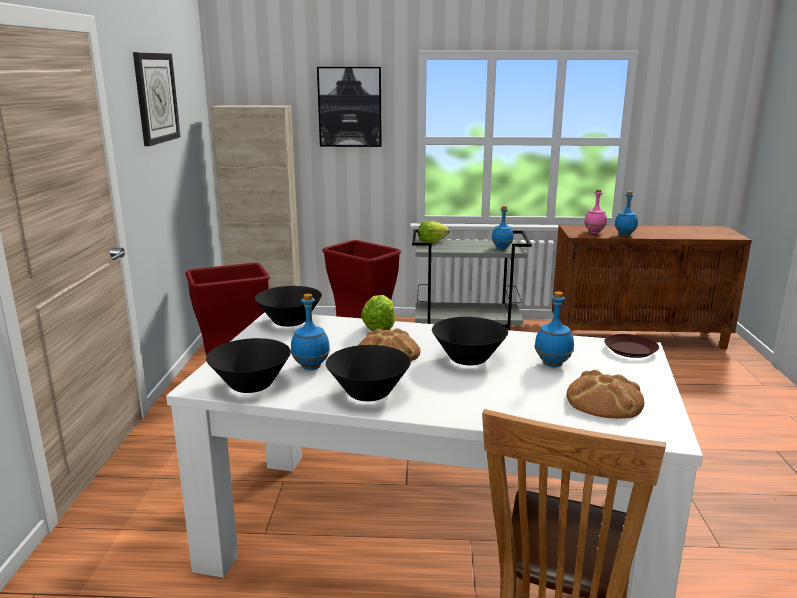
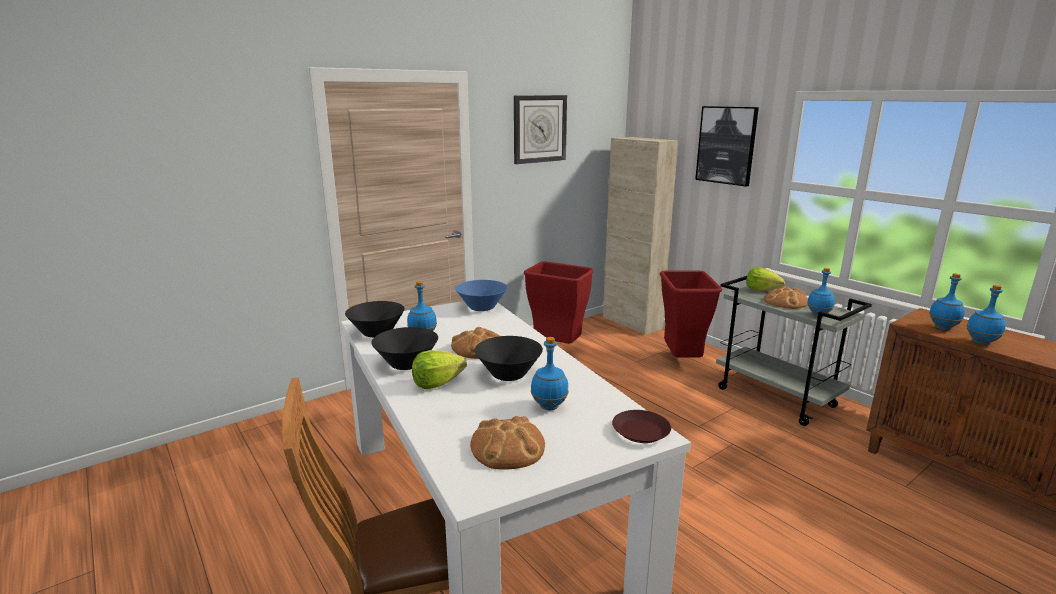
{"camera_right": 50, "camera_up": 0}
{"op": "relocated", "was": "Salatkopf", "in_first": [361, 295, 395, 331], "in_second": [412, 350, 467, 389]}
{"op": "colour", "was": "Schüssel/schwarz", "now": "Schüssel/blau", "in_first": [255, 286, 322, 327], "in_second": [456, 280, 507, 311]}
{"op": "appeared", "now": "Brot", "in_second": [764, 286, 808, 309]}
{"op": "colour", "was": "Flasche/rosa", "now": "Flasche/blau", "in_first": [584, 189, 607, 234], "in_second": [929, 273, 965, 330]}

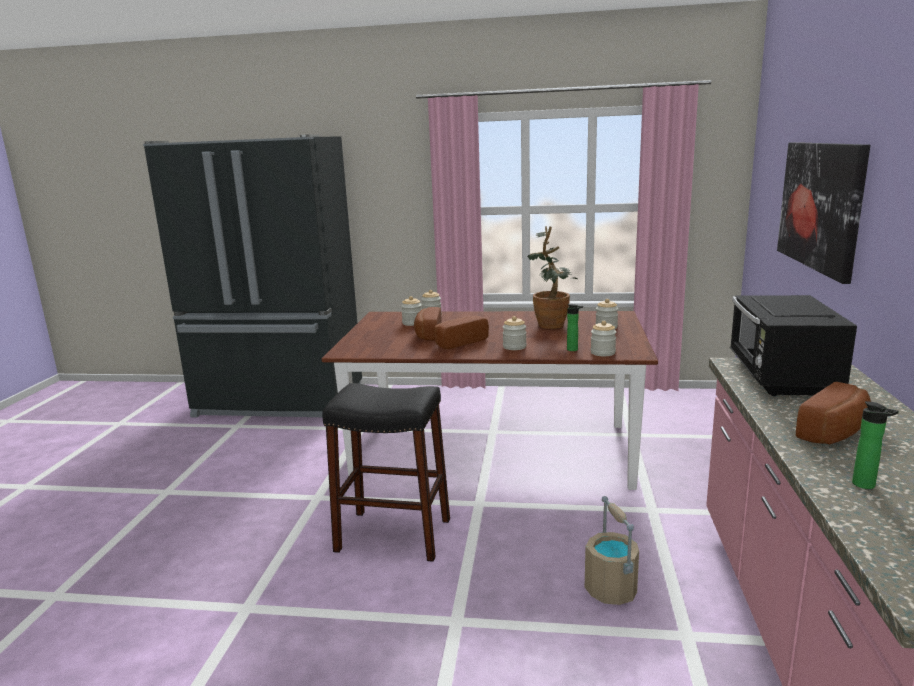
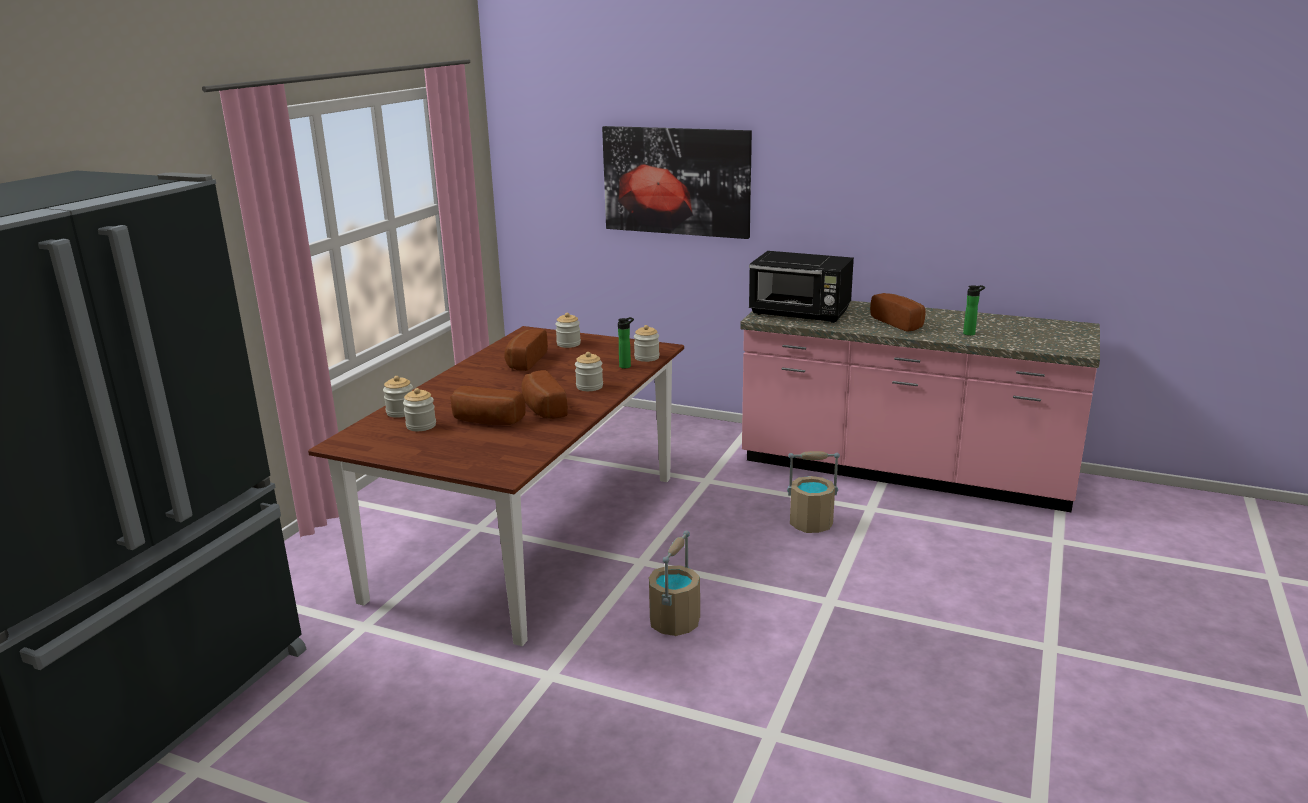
{"camera_right": -75, "camera_up": 5}
{"op": "exchanged", "was": "Topfpflanze", "now": "Brot", "in_first": [527, 226, 577, 329], "in_second": [504, 329, 548, 371]}
{"op": "exchanged", "was": "Hocker/schwarz", "now": "Eimer/beige", "in_first": [322, 383, 450, 562], "in_second": [649, 531, 700, 636]}

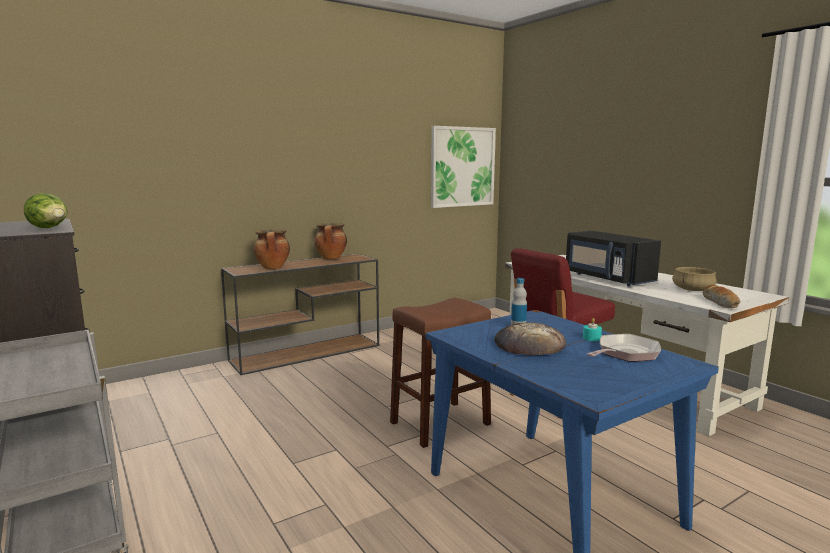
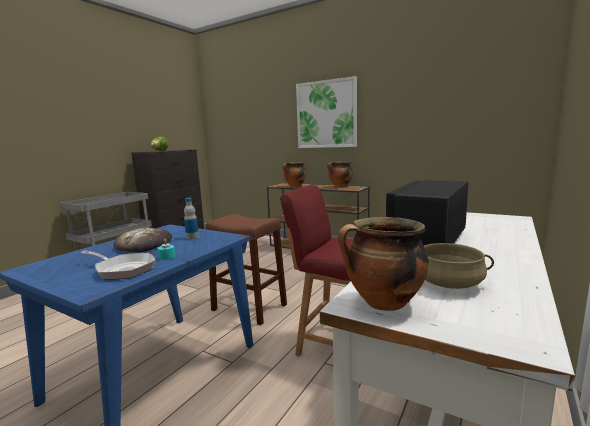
{"camera_right": 65, "camera_up": 0}
{"op": "relocated", "was": "Bild", "in_first": [431, 126, 496, 208], "in_second": [296, 76, 357, 148]}
{"op": "exchanged", "was": "Brot", "now": "Kochtopf", "in_first": [703, 285, 740, 308], "in_second": [338, 217, 428, 311]}

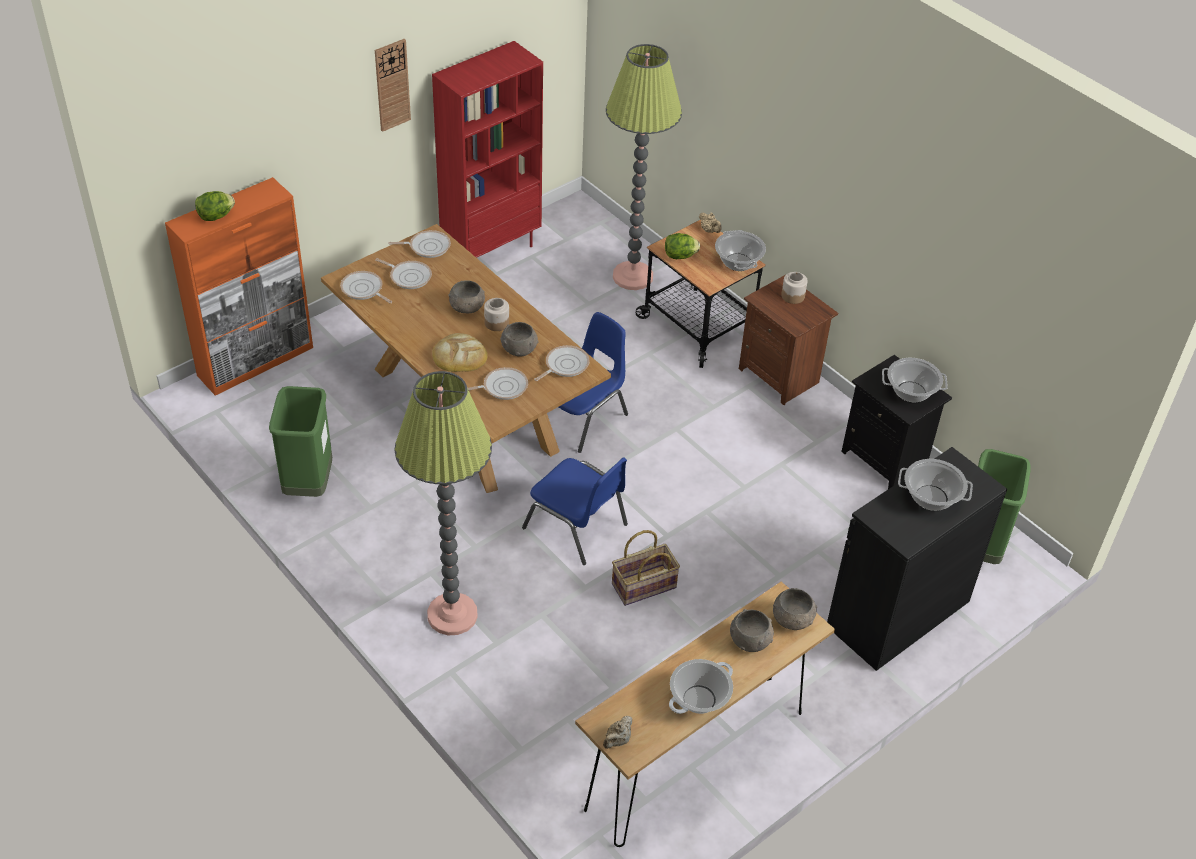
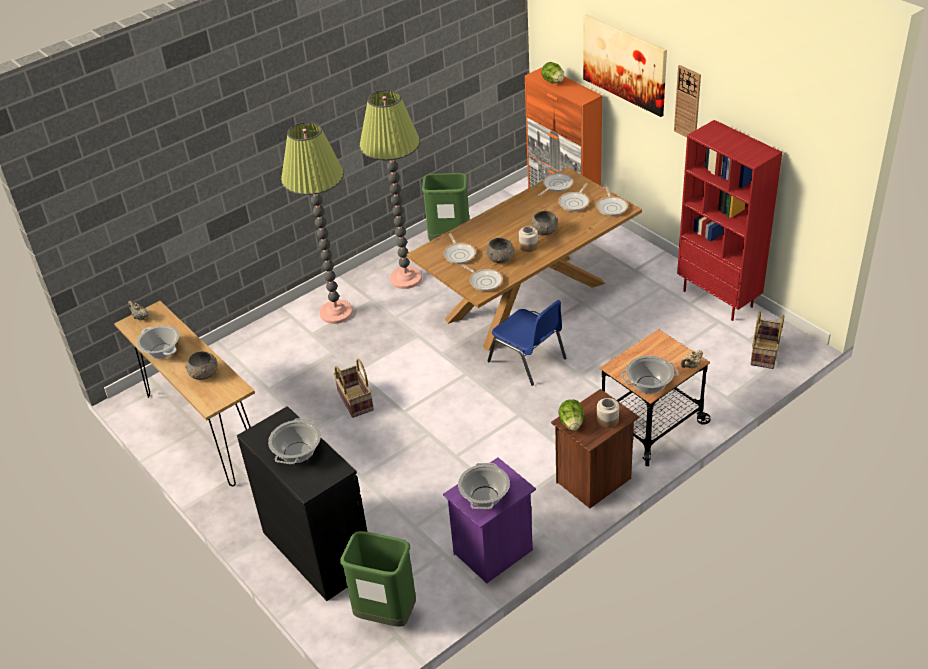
{"camera_right": 95, "camera_up": -5}
{"op": "relocated", "was": "Stehlampe", "in_first": [606, 44, 682, 290], "in_second": [359, 90, 422, 289]}
{"op": "colour", "was": "Nachttisch/schwarz", "now": "Nachttisch/lila", "in_first": [841, 355, 952, 489], "in_second": [443, 457, 536, 583]}
{"op": "relocated", "was": "Salatkopf", "in_first": [665, 233, 700, 259], "in_second": [558, 399, 584, 431]}
{"op": "appeared", "now": "Bild", "in_second": [583, 14, 667, 117]}
{"op": "appeared", "now": "Korb", "in_second": [750, 311, 784, 369]}
{"op": "missing", "was": "Brot", "in_first": [432, 333, 488, 372]}
{"op": "missing", "was": "Stuhl/blau", "in_first": [522, 458, 628, 565]}
{"op": "missing", "was": "Schüssel/grau", "in_first": [773, 588, 817, 630]}

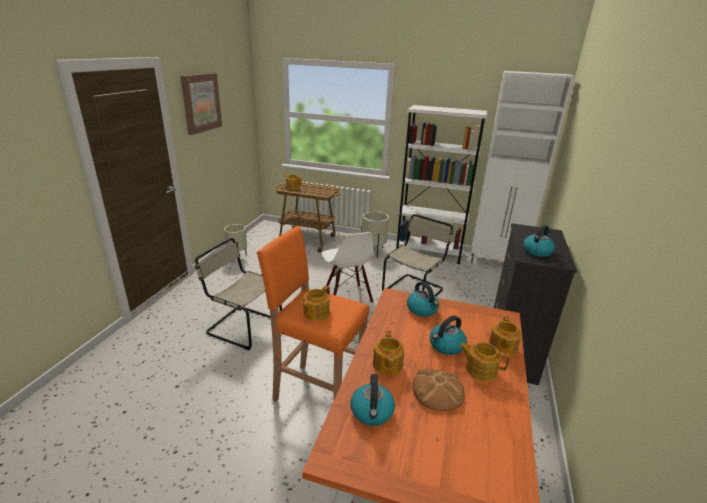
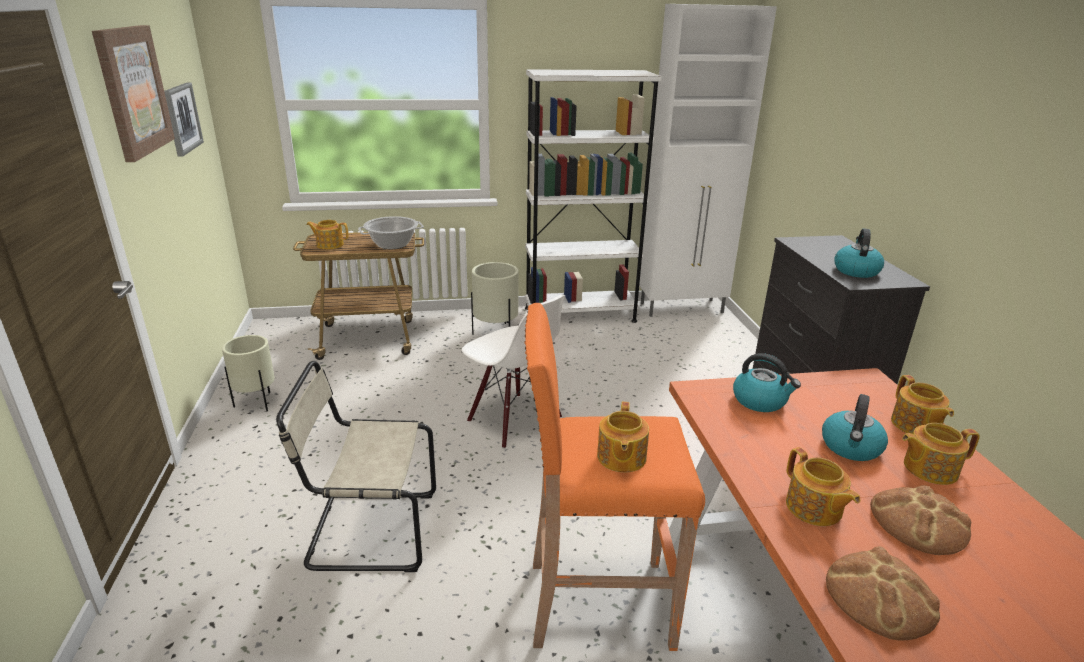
{"camera_right": -25, "camera_up": 0}
{"op": "appeared", "now": "Bild", "in_second": [164, 83, 204, 157]}
{"op": "appeared", "now": "Kochtopf", "in_second": [358, 216, 424, 249]}
{"op": "exchanged", "was": "Wasserkessel", "now": "Brot", "in_first": [350, 374, 395, 426], "in_second": [826, 546, 940, 641]}
{"op": "missing", "was": "Stuhl/beige", "in_first": [382, 214, 453, 296]}

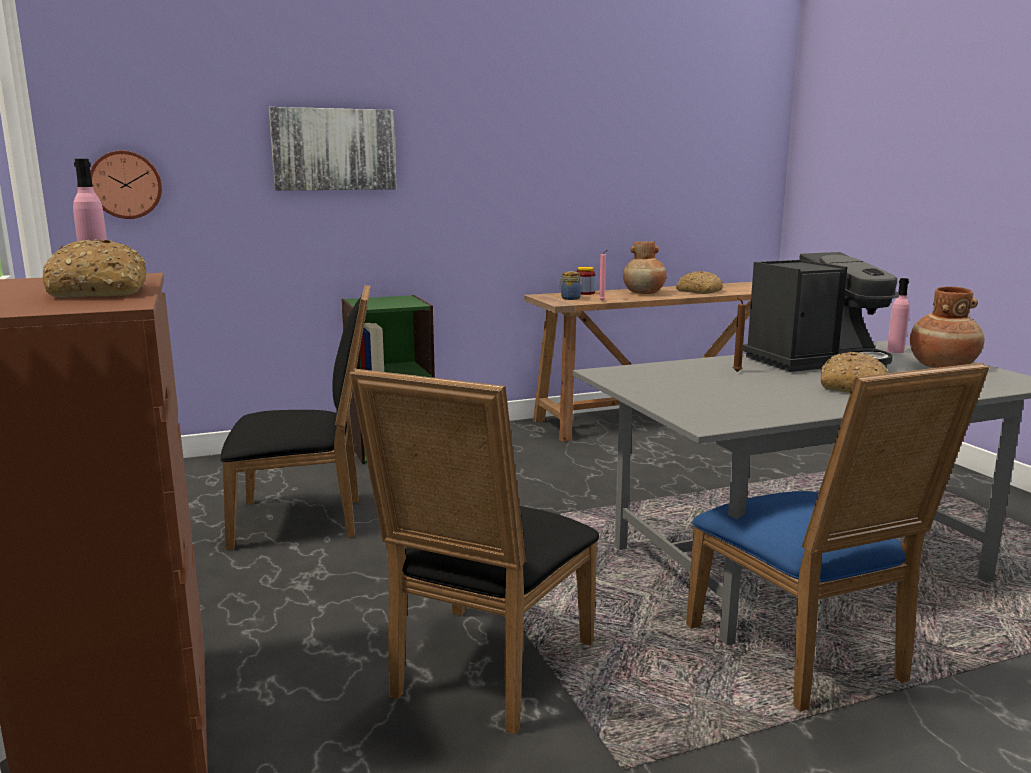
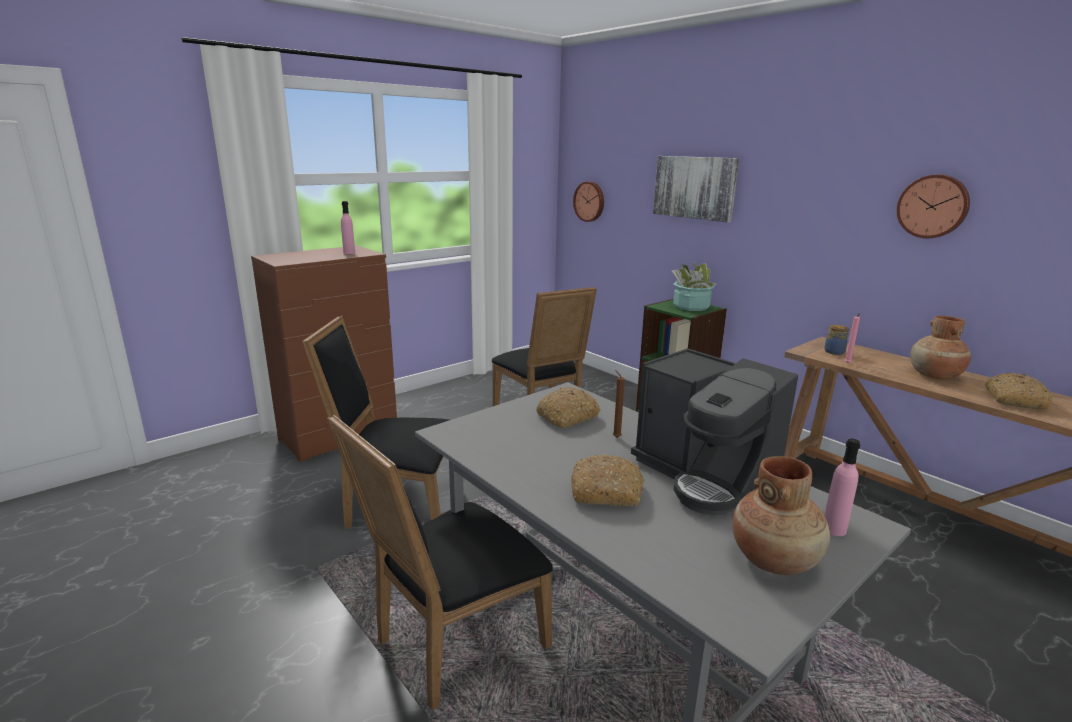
{"camera_right": 70, "camera_up": 5}
{"op": "colour", "was": "Stuhl/blau", "now": "Stuhl/schwarz", "in_first": [686, 363, 990, 712], "in_second": [327, 415, 553, 710]}
{"op": "relocated", "was": "Brot", "in_first": [43, 239, 146, 297], "in_second": [536, 387, 600, 428]}
{"op": "appeared", "now": "Topfpflanze", "in_second": [672, 262, 717, 311]}
{"op": "appeared", "now": "Wanduhr", "in_second": [897, 175, 970, 238]}
{"op": "missing", "was": "Vorratsglas", "in_first": [577, 267, 596, 295]}

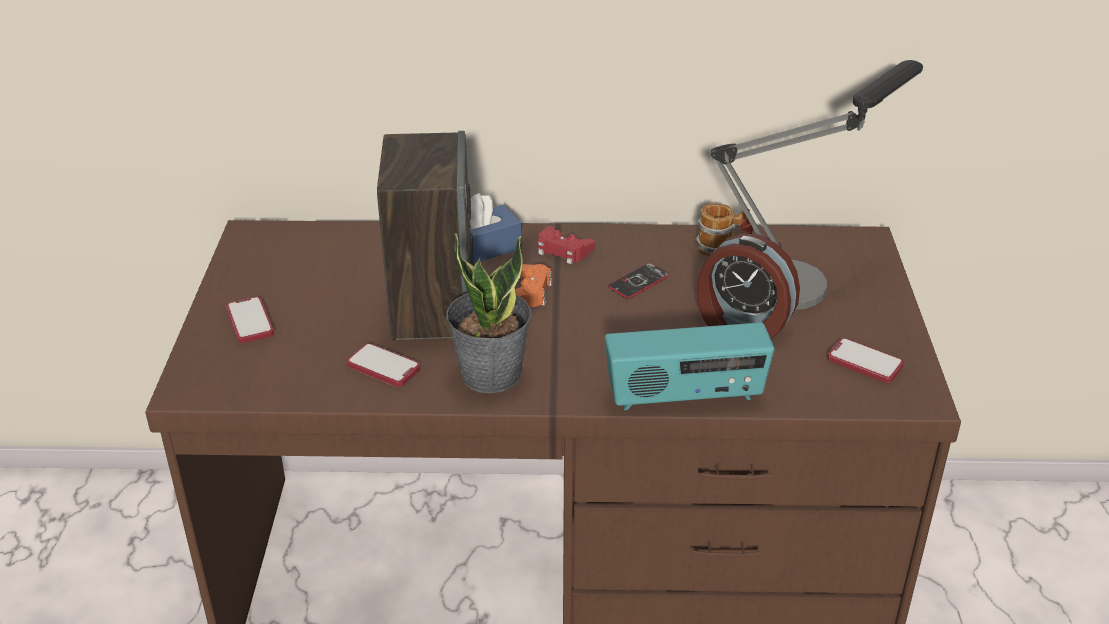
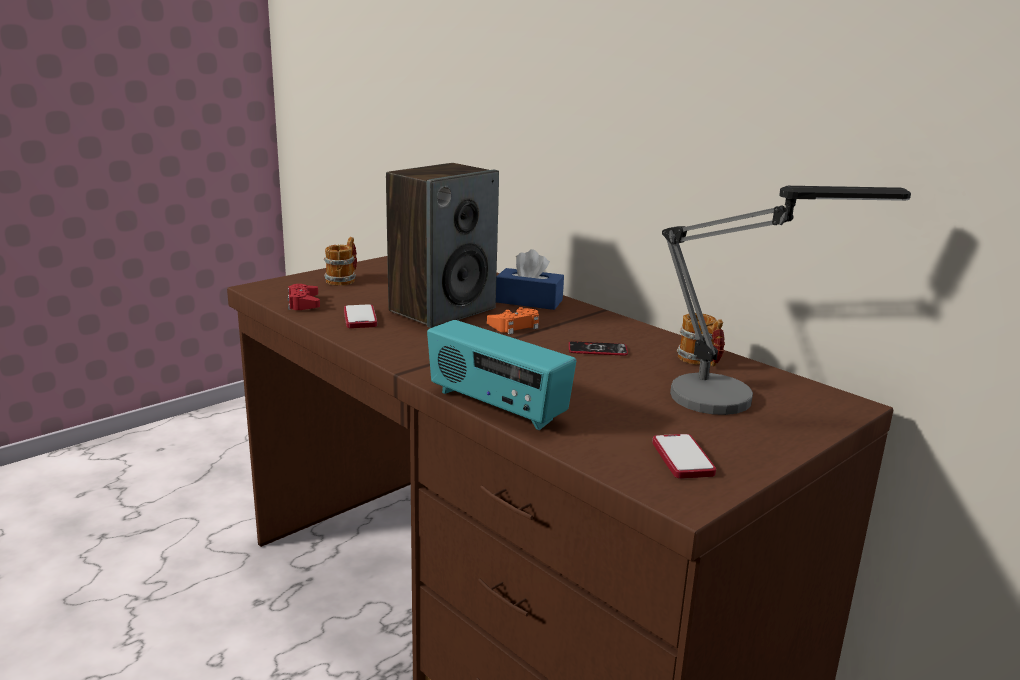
{"camera_right": 45, "camera_up": -15}
{"op": "relocated", "was": "Gamepad/rot", "in_first": [538, 226, 595, 264], "in_second": [288, 284, 320, 310]}
{"op": "exchanged", "was": "Handy", "now": "Henkelbecher", "in_first": [226, 297, 274, 343], "in_second": [324, 237, 357, 286]}
{"op": "missing", "was": "Topfpflanze", "in_first": [446, 233, 532, 393]}
{"op": "missing", "was": "Wecker", "in_first": [697, 233, 800, 340]}

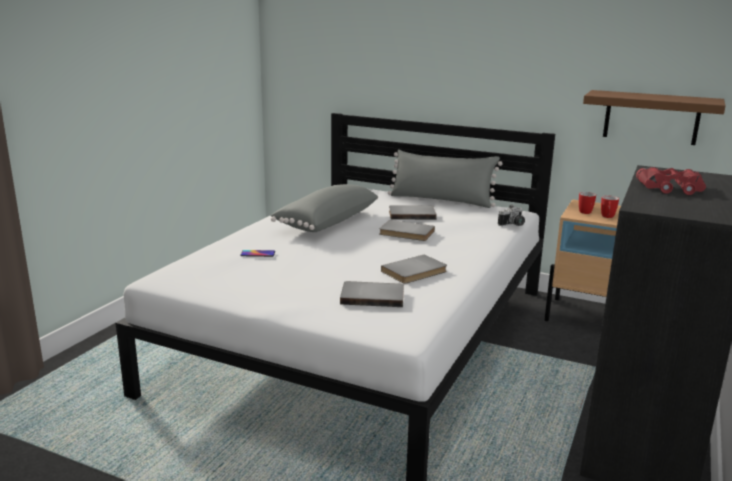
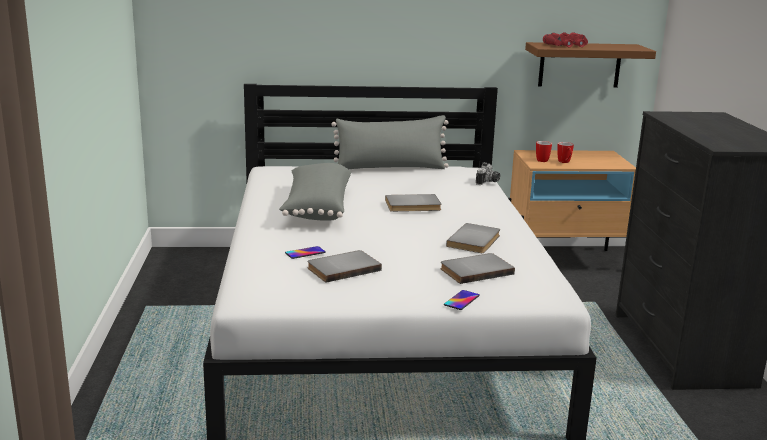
{"camera_right": -30, "camera_up": 0}
{"op": "relocated", "was": "Buch/grau", "in_first": [389, 205, 437, 220], "in_second": [307, 250, 382, 283]}
{"op": "appeared", "now": "Handy", "in_second": [444, 290, 480, 310]}
{"op": "relocated", "was": "Fernglas/rot", "in_first": [636, 167, 706, 195], "in_second": [543, 32, 588, 47]}

